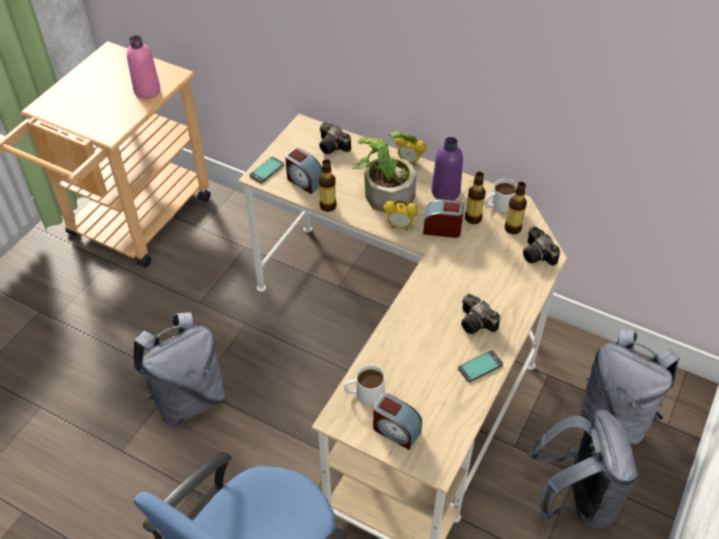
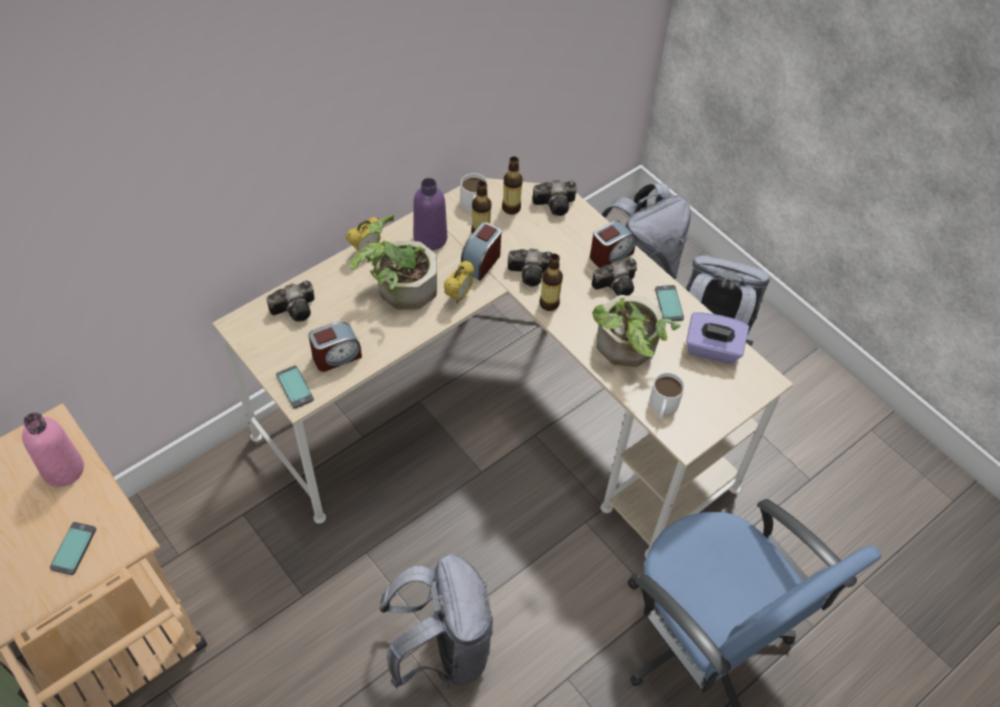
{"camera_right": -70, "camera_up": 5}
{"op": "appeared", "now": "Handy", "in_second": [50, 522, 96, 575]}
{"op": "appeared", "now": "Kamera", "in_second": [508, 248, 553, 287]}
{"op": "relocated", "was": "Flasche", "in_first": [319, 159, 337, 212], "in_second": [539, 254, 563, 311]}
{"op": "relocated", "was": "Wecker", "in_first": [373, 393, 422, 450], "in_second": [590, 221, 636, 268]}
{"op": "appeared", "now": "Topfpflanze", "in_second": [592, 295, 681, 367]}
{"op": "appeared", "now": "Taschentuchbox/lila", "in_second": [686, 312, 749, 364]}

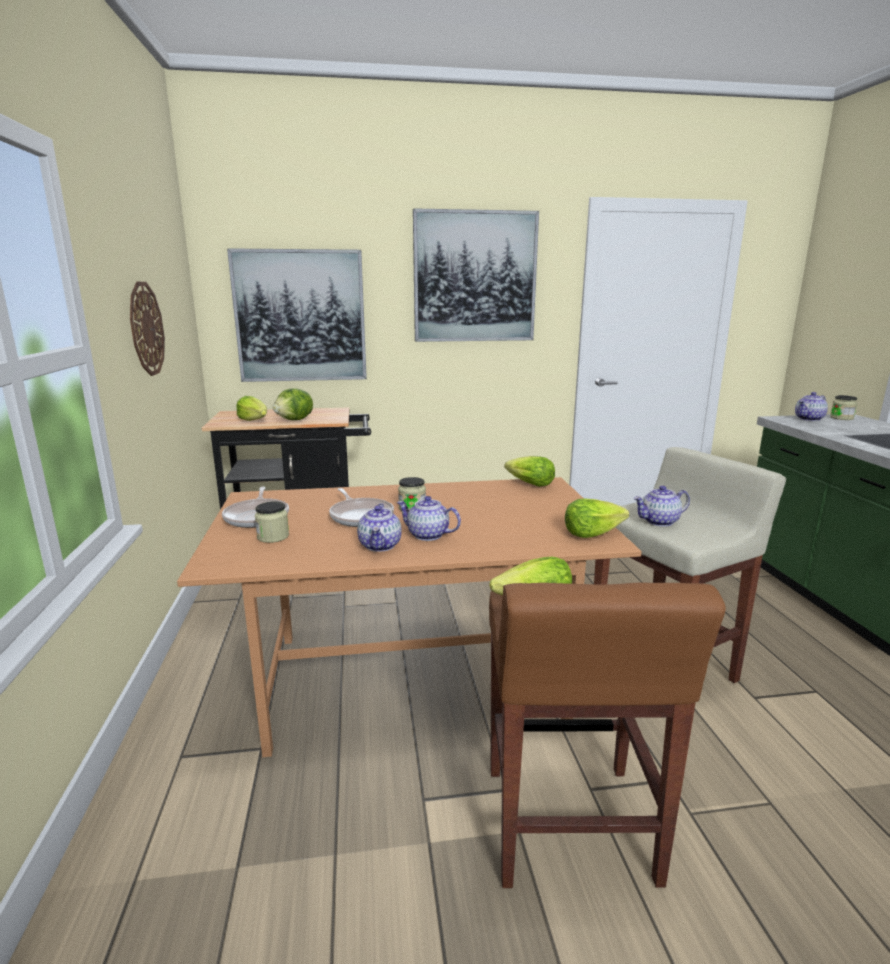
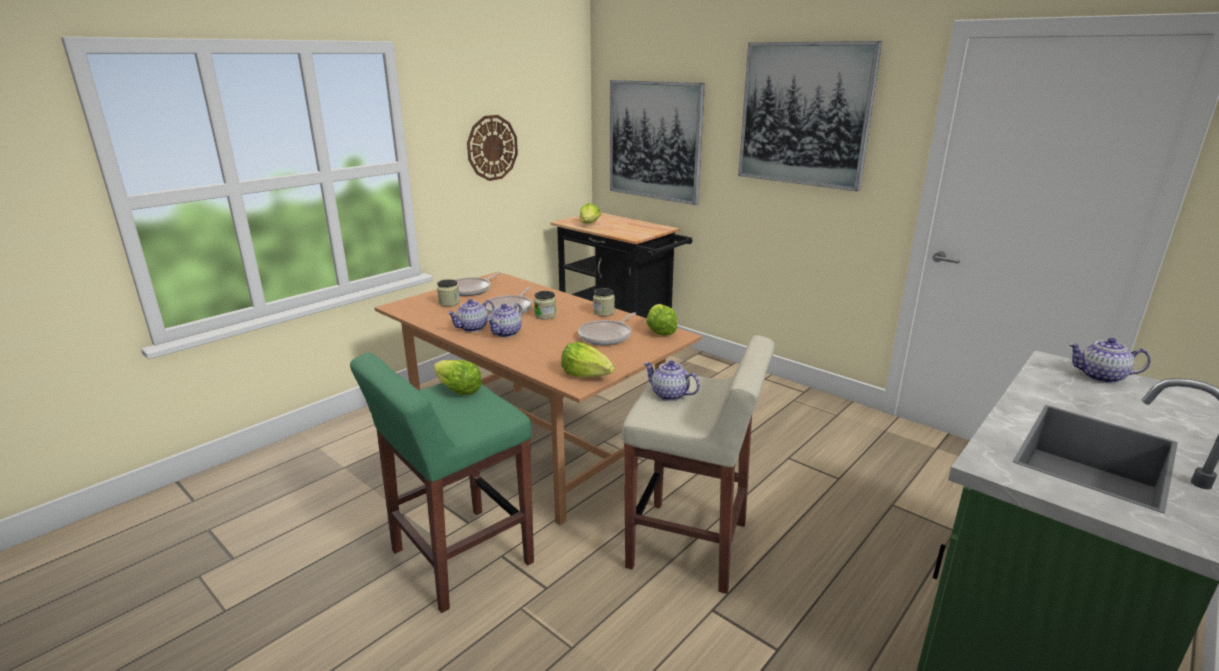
{"camera_right": 50, "camera_up": 5}
{"op": "colour", "was": "Hocker/braun", "now": "Hocker/grün", "in_first": [489, 583, 726, 888], "in_second": [350, 352, 534, 613]}
{"op": "spun", "was": "Teekanne", "in_first": [397, 496, 461, 541], "in_second": [487, 303, 522, 337], "clockwise": -135}
{"op": "appeared", "now": "Pfanne", "in_second": [578, 312, 636, 346]}
{"op": "relocated", "was": "Vorratsglas", "in_first": [830, 395, 857, 420], "in_second": [593, 288, 615, 316]}
{"op": "missing", "was": "Salatkopf", "in_first": [273, 388, 313, 420]}

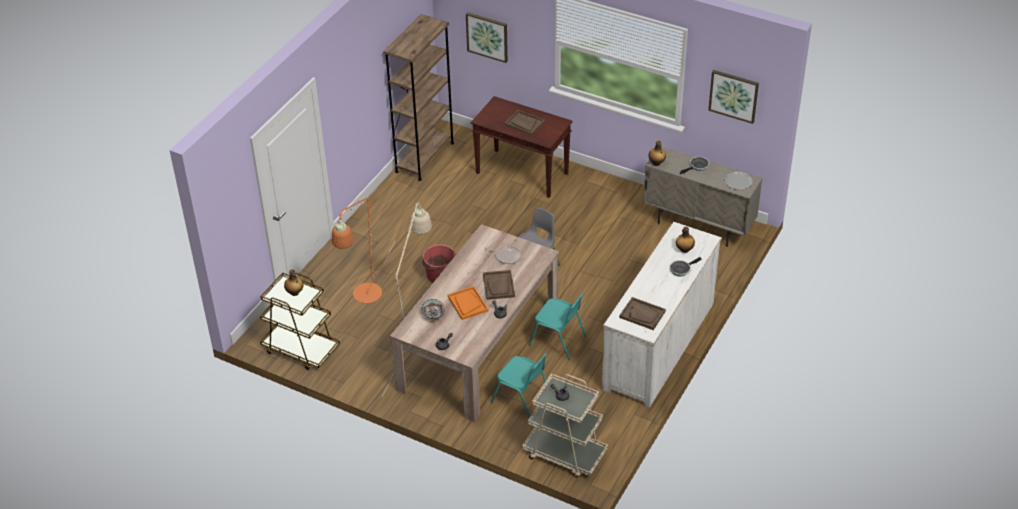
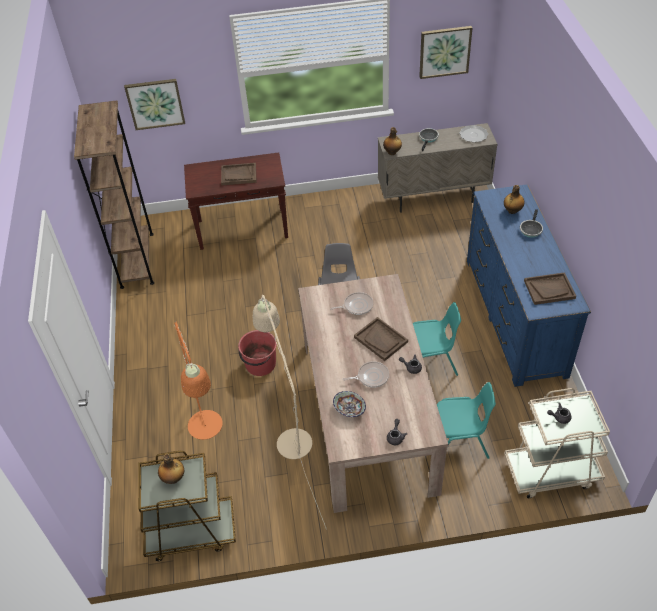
{"camera_right": -35, "camera_up": 5}
{"op": "exchanged", "was": "Tablett/orange", "now": "Pfanne", "in_first": [448, 286, 488, 320], "in_second": [343, 361, 389, 388]}
{"op": "colour", "was": "Kommode/weiß", "now": "Kommode/blau", "in_first": [602, 222, 722, 408], "in_second": [467, 184, 591, 387]}

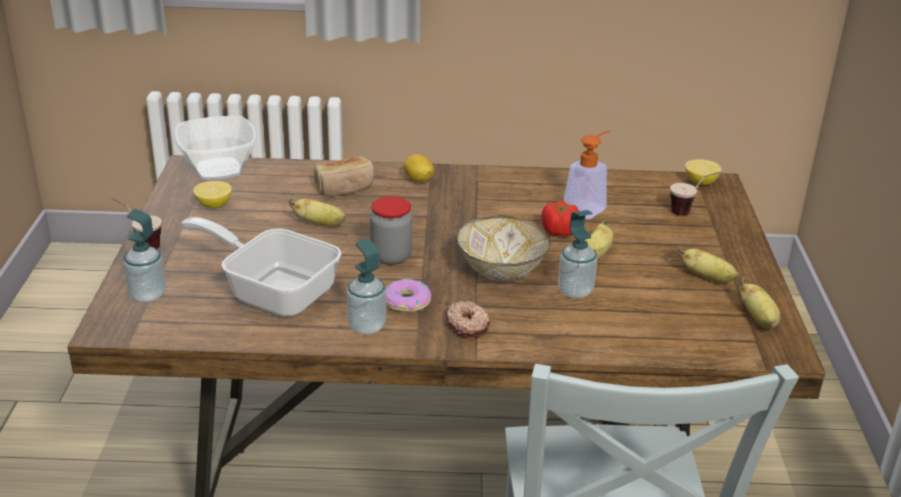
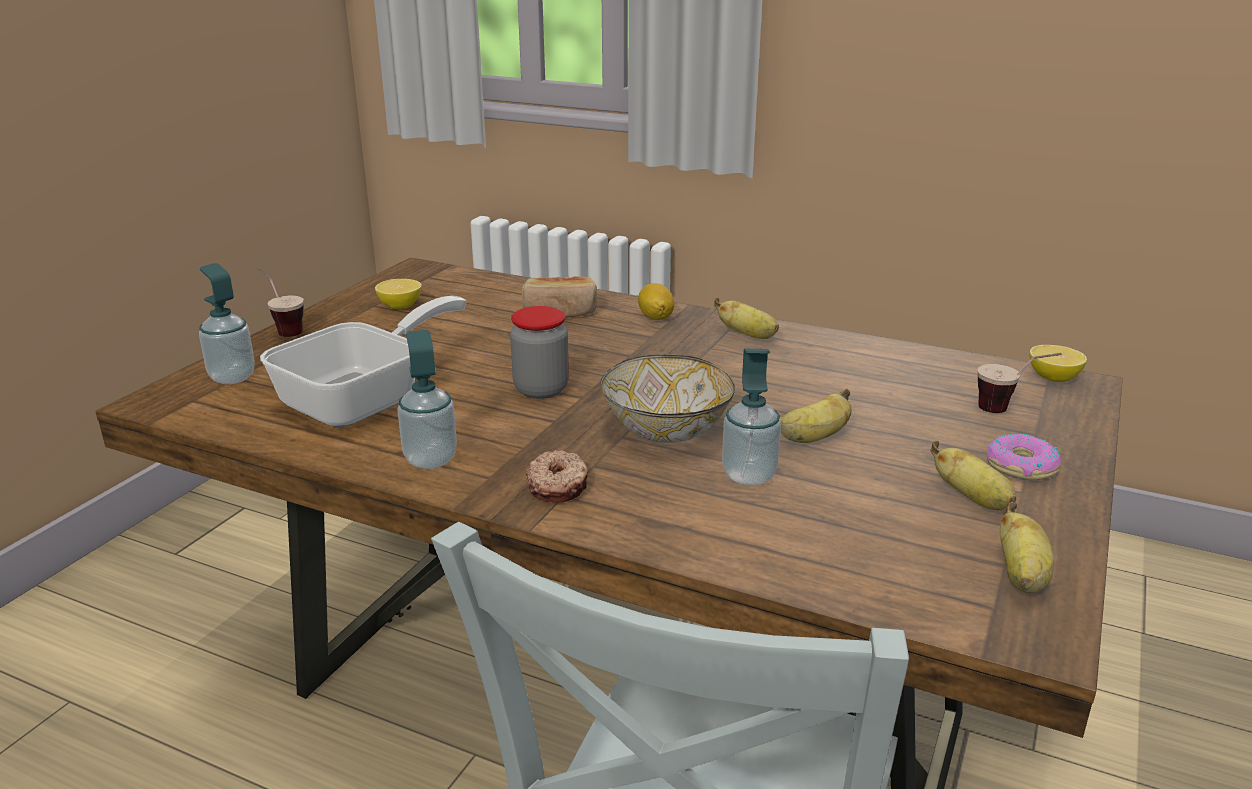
{"camera_right": 25, "camera_up": -5}
{"op": "spun", "was": "Pfanne", "in_first": [181, 217, 341, 317], "in_second": [260, 296, 467, 427], "clockwise": 75}
{"op": "relocated", "was": "Banane", "in_first": [289, 198, 346, 226], "in_second": [714, 298, 779, 339]}
{"op": "relocated", "was": "Donut", "in_first": [386, 279, 431, 312], "in_second": [987, 434, 1061, 480]}
{"op": "missing", "was": "Schüssel", "in_first": [174, 116, 256, 180]}
{"op": "missing", "was": "Tomate", "in_first": [541, 201, 579, 236]}
{"op": "missing", "was": "Seifenspender", "in_first": [563, 130, 610, 219]}

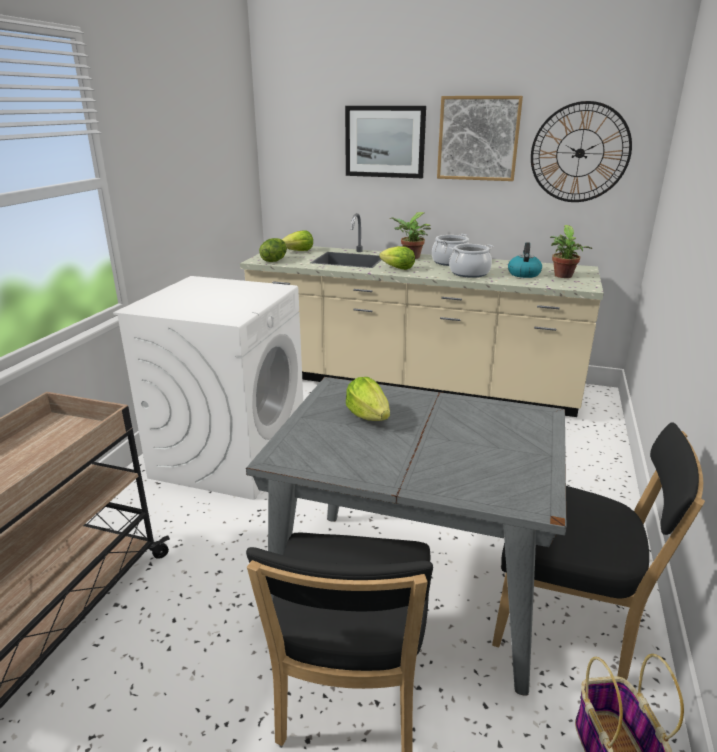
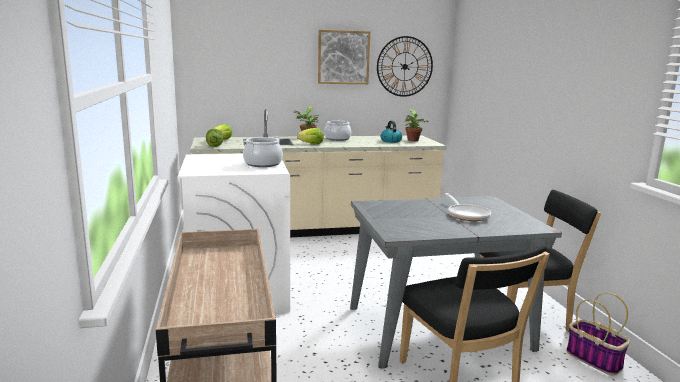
{"camera_right": -30, "camera_up": -10}
{"op": "relocated", "was": "Kochtopf", "in_first": [449, 244, 494, 278], "in_second": [243, 137, 283, 167]}
{"op": "appeared", "now": "Pfanne", "in_second": [445, 193, 491, 221]}
{"op": "missing", "was": "Bild", "in_first": [345, 106, 426, 178]}
{"op": "missing", "was": "Salatkopf", "in_first": [346, 377, 390, 421]}

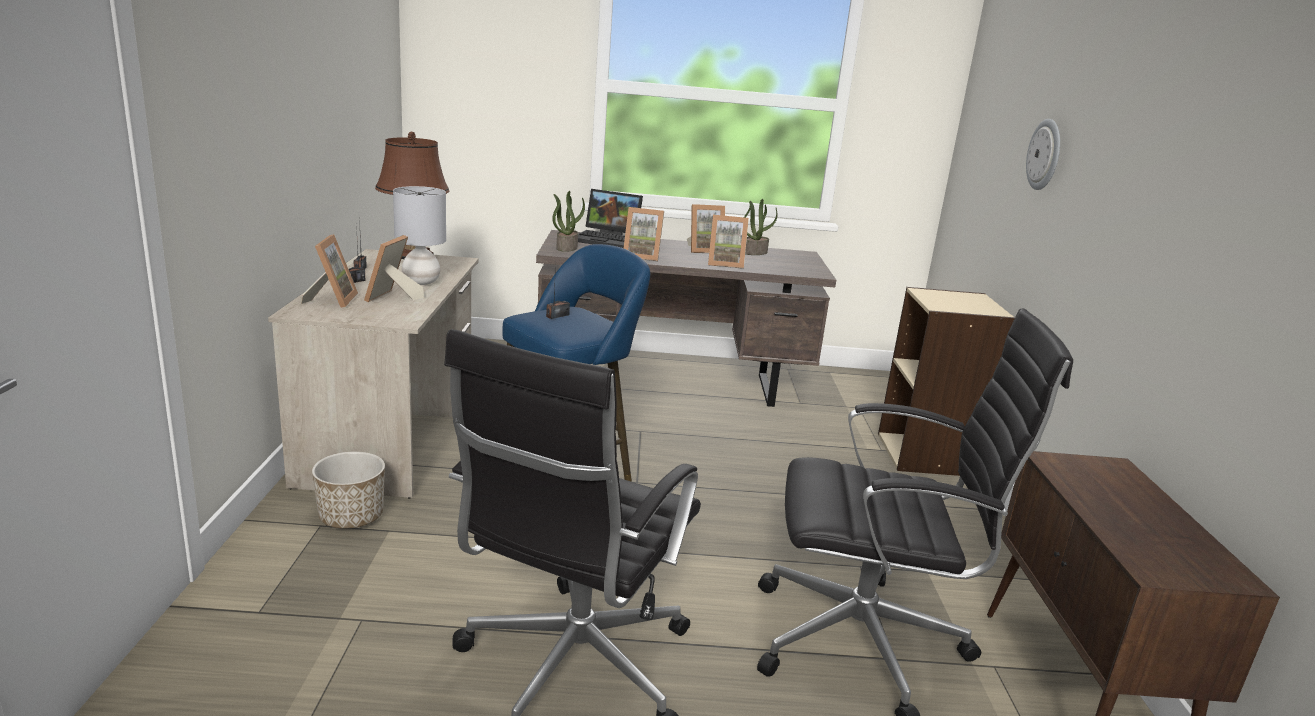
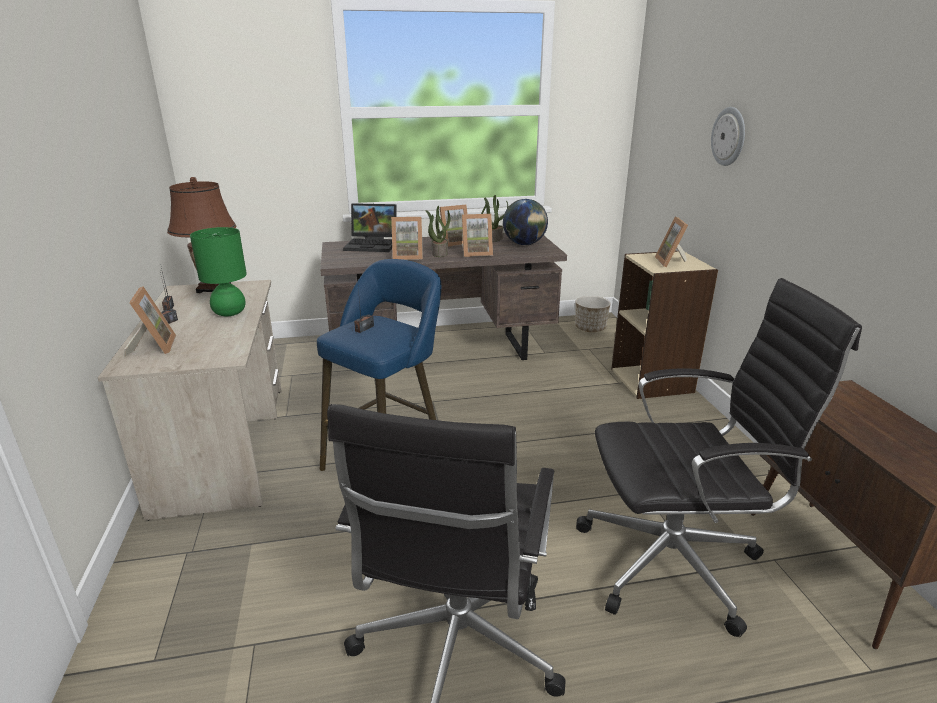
{"camera_right": -10, "camera_up": 5}
{"op": "colour", "was": "Tischlampe/grau", "now": "Tischlampe/grün", "in_first": [393, 186, 446, 285], "in_second": [190, 227, 247, 316]}
{"op": "relocated", "was": "Topfpflanze", "in_first": [552, 191, 585, 252], "in_second": [425, 206, 450, 257]}
{"op": "appeared", "now": "Globus", "in_second": [503, 199, 548, 245]}
{"op": "relocated", "was": "Pflanzkübel", "in_first": [312, 451, 385, 529], "in_second": [575, 296, 611, 332]}
{"op": "relocated", "was": "Bilderrahmen", "in_first": [364, 235, 424, 302], "in_second": [655, 217, 688, 267]}

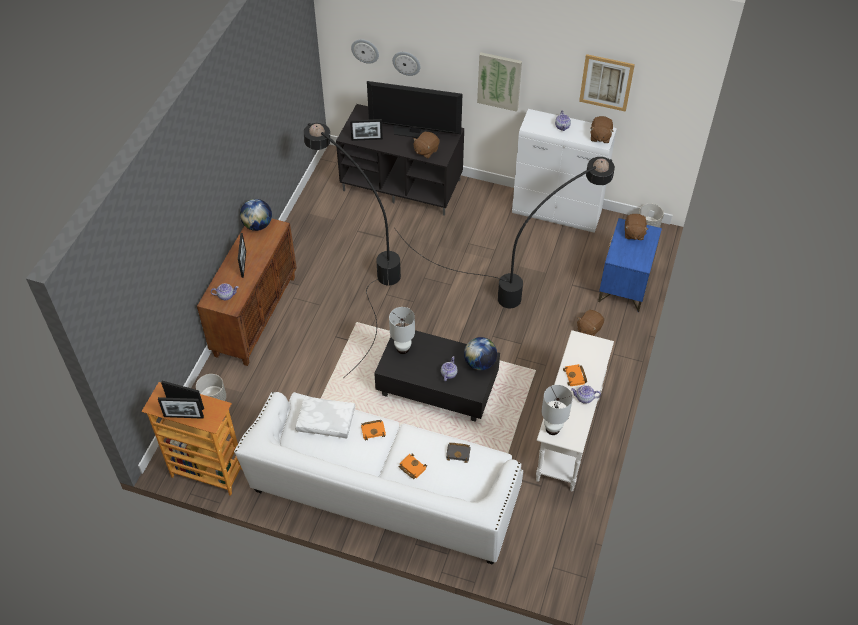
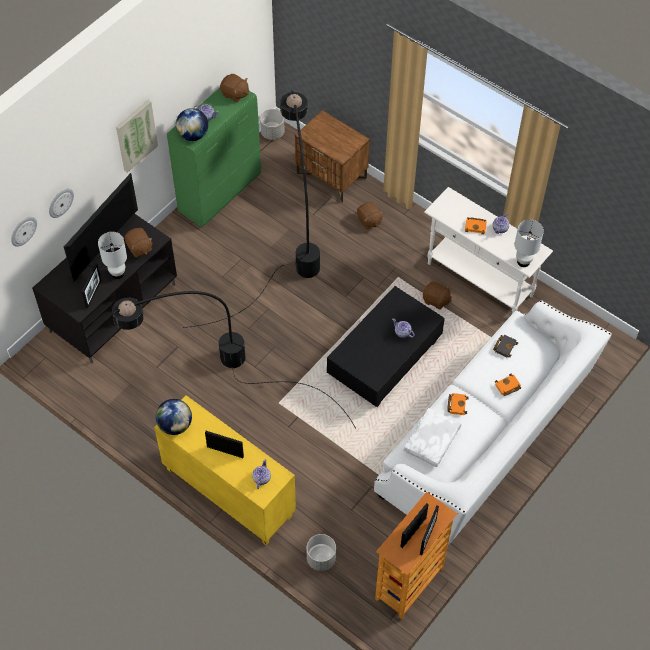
{"camera_right": -70, "camera_up": 5}
{"op": "relocated", "was": "Tischlampe/weiß", "in_first": [389, 307, 415, 354], "in_second": [98, 232, 127, 279]}
{"op": "colour", "was": "Schrank/braun", "now": "Schrank/gelb", "in_first": [197, 219, 297, 366], "in_second": [154, 395, 296, 545]}
{"op": "colour", "was": "Schrank/weiß", "now": "Schrank/grün", "in_first": [512, 109, 617, 233], "in_second": [167, 88, 261, 228]}
{"op": "relocated", "was": "Globus", "in_first": [464, 337, 497, 370], "in_second": [176, 108, 208, 141]}
{"op": "colour", "was": "Nachttisch/blau", "now": "Nachttisch/braun", "in_first": [598, 218, 662, 312], "in_second": [295, 110, 370, 203]}
{"op": "relocated", "was": "Plüschtier/braun", "in_first": [625, 214, 648, 240], "in_second": [423, 282, 452, 310]}
{"op": "missing", "was": "Bild", "in_first": [579, 54, 635, 112]}

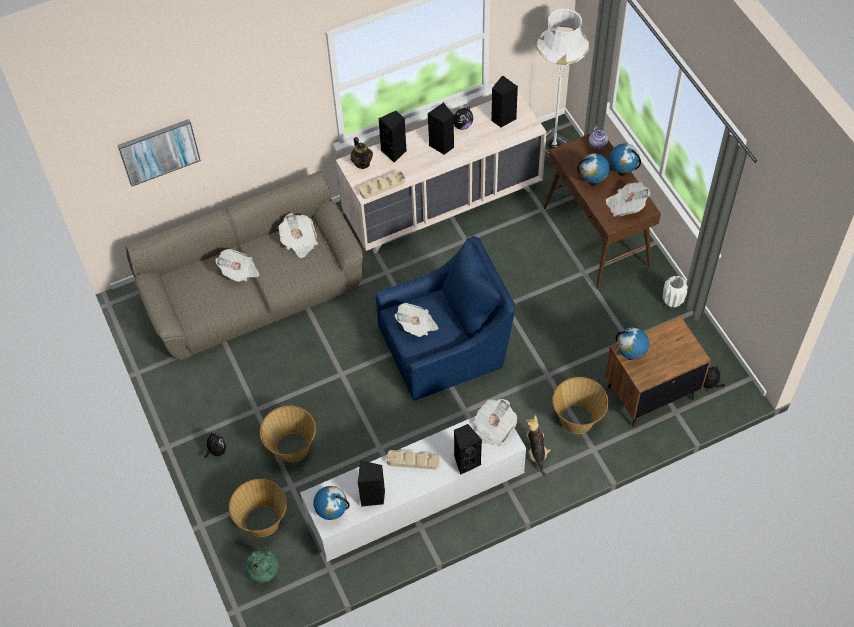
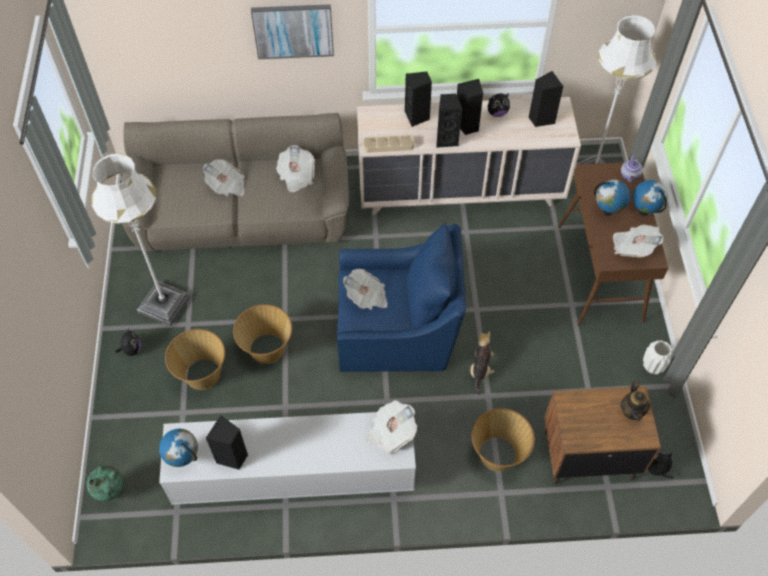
{"camera_right": 20, "camera_up": 0}
{"op": "appeared", "now": "Stehlampe/weiß", "in_second": [92, 153, 191, 326]}
{"op": "relocated", "was": "Korb", "in_first": [229, 479, 287, 537], "in_second": [233, 304, 292, 364]}
{"op": "relocated", "was": "Bild", "in_first": [118, 119, 201, 186], "in_second": [251, 4, 334, 59]}
{"op": "relocated", "was": "Lautsprecher/schwarz", "in_first": [454, 424, 482, 475], "in_second": [436, 94, 462, 148]}
{"op": "relocated", "was": "Plüschtier", "in_first": [526, 415, 551, 476], "in_second": [471, 331, 494, 395]}
{"op": "relocated", "was": "Teekanne", "in_first": [350, 137, 373, 169], "in_second": [620, 381, 650, 420]}
{"op": "missing", "was": "Tablett/beige", "in_first": [387, 450, 440, 470]}
{"op": "missing", "was": "Globus", "in_first": [616, 328, 649, 360]}

